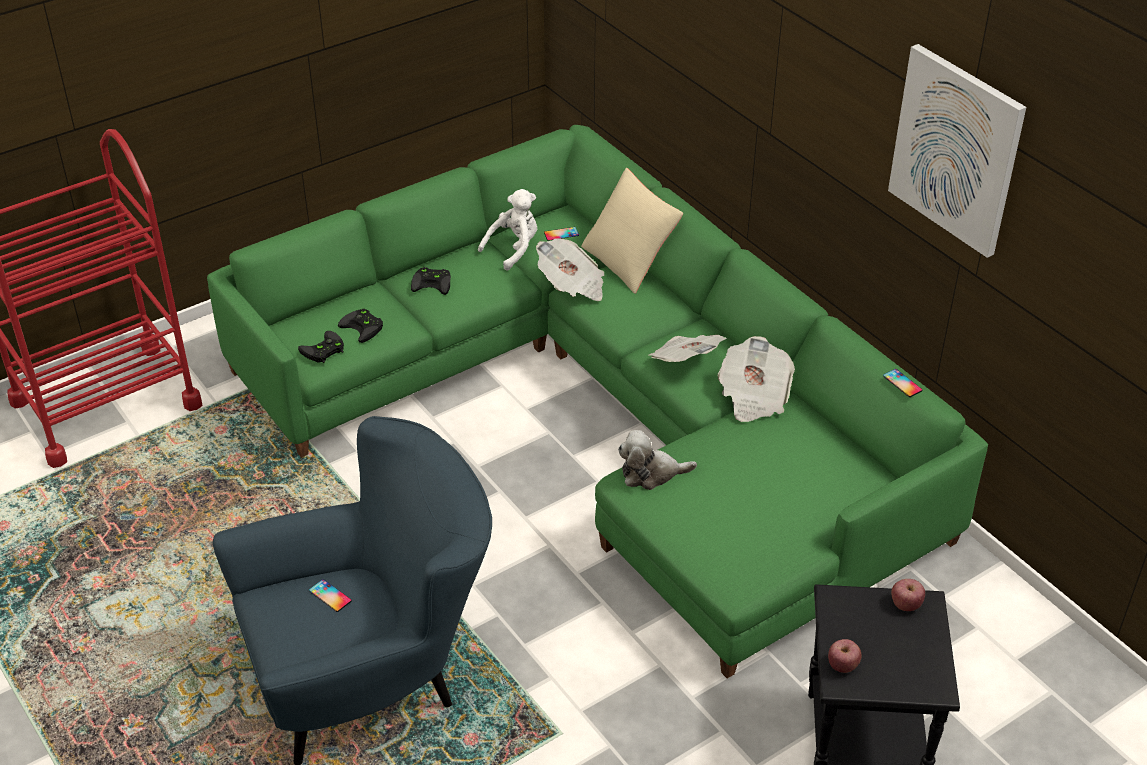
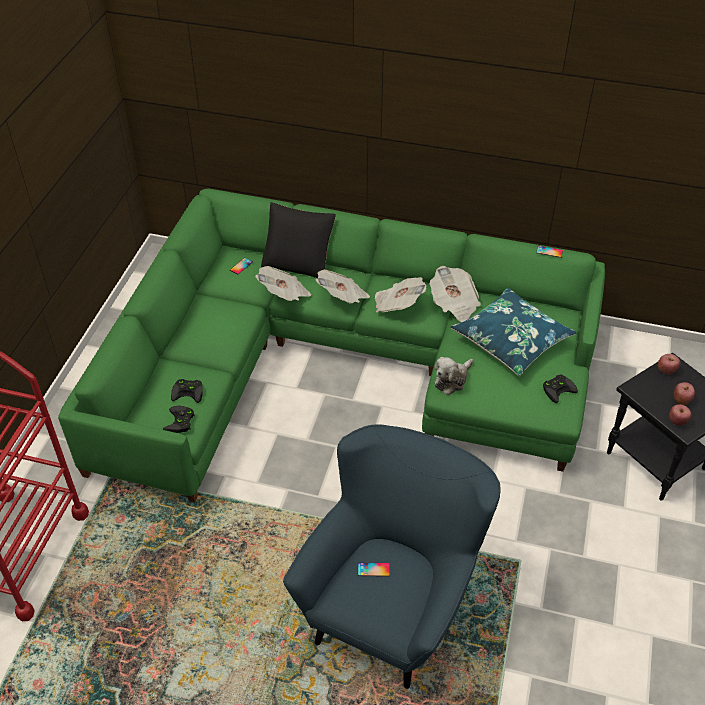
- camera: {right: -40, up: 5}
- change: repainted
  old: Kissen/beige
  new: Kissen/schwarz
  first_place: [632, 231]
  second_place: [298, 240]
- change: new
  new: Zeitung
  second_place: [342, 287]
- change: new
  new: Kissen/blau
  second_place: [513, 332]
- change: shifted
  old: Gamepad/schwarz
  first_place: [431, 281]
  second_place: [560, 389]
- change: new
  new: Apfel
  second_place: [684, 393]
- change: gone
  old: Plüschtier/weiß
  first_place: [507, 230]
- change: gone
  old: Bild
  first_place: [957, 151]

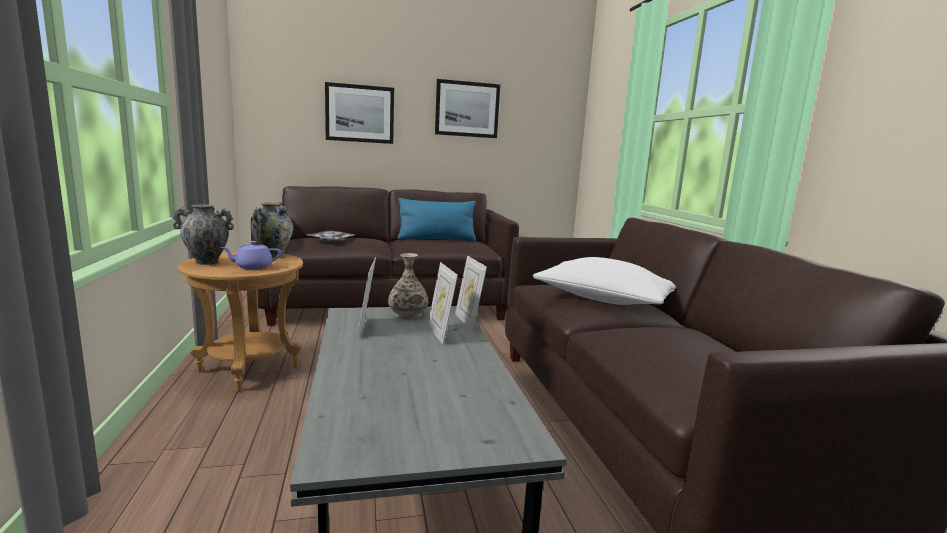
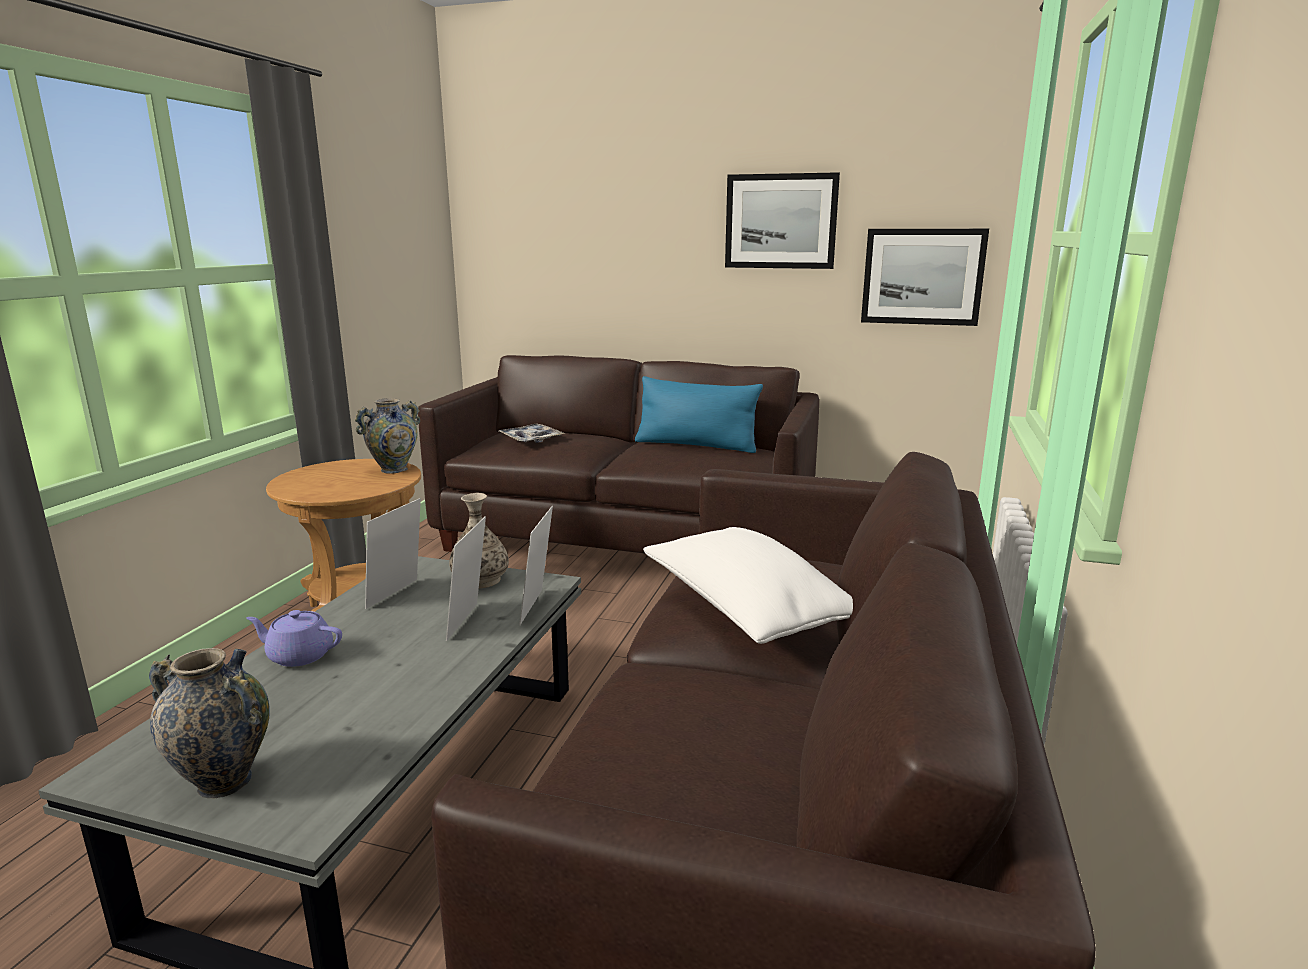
- camera: {right: 30, up: 5}
- change: shifted
  old: Vase
  first_place: [203, 234]
  second_place: [209, 723]
- change: shifted
  old: Teekanne/lila
  first_place: [251, 255]
  second_place: [294, 638]
- change: shifted
  old: Bild
  first_place: [359, 113]
  second_place: [925, 277]

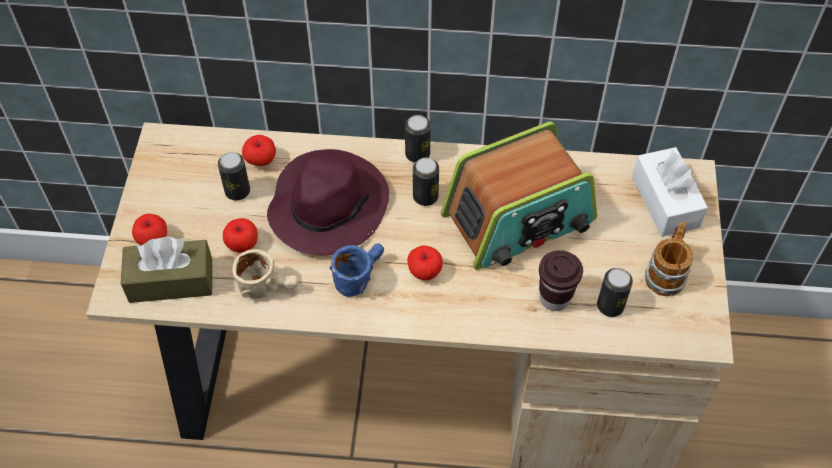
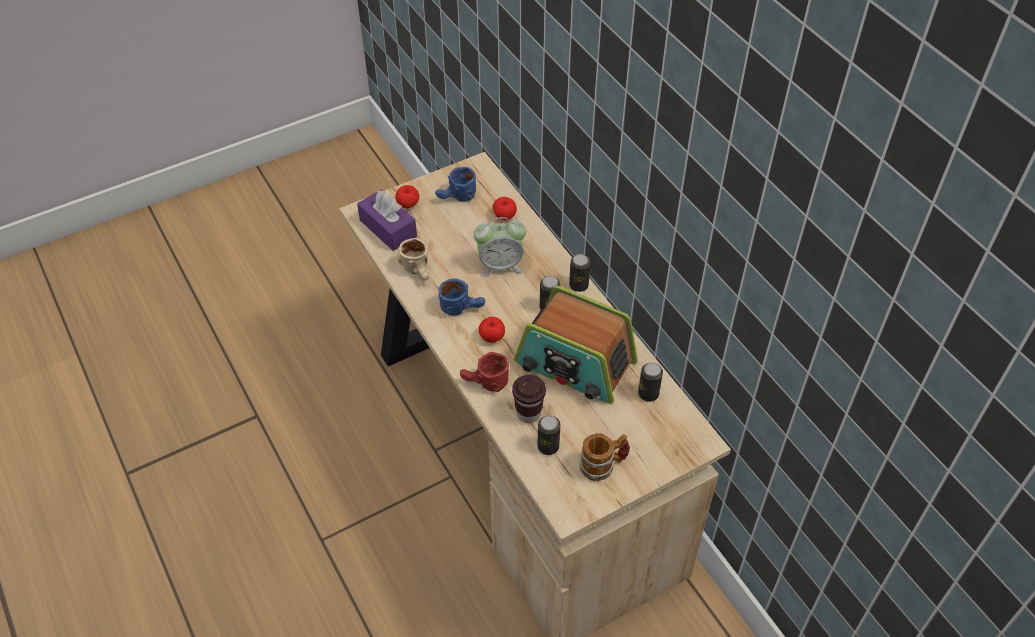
- camera: {right: 55, up: -5}
- change: repainted
  old: Taschentuchbox/braun
  new: Taschentuchbox/lila
  first_place: [166, 270]
  second_place: [387, 220]
- change: new
  new: Henkelbecher/blau
  second_place: [455, 184]
- change: new
  new: Henkelbecher/rot
  second_place: [484, 372]
- change: swapped
  old: Hut/lila
  new: Wecker
  first_place: [328, 202]
  second_place: [499, 247]
- change: shifted
  old: Dose
  first_place: [234, 176]
  second_place: [650, 382]
- change: gone
  old: Apfel
  first_place: [240, 235]
- change: gone
  old: Taschentuchbox/weiß
  first_place: [670, 192]

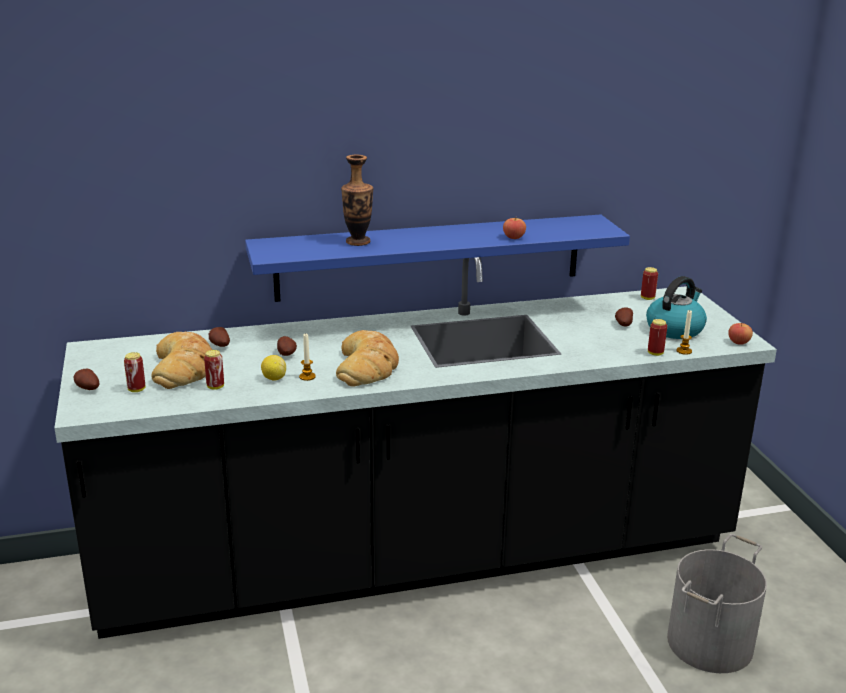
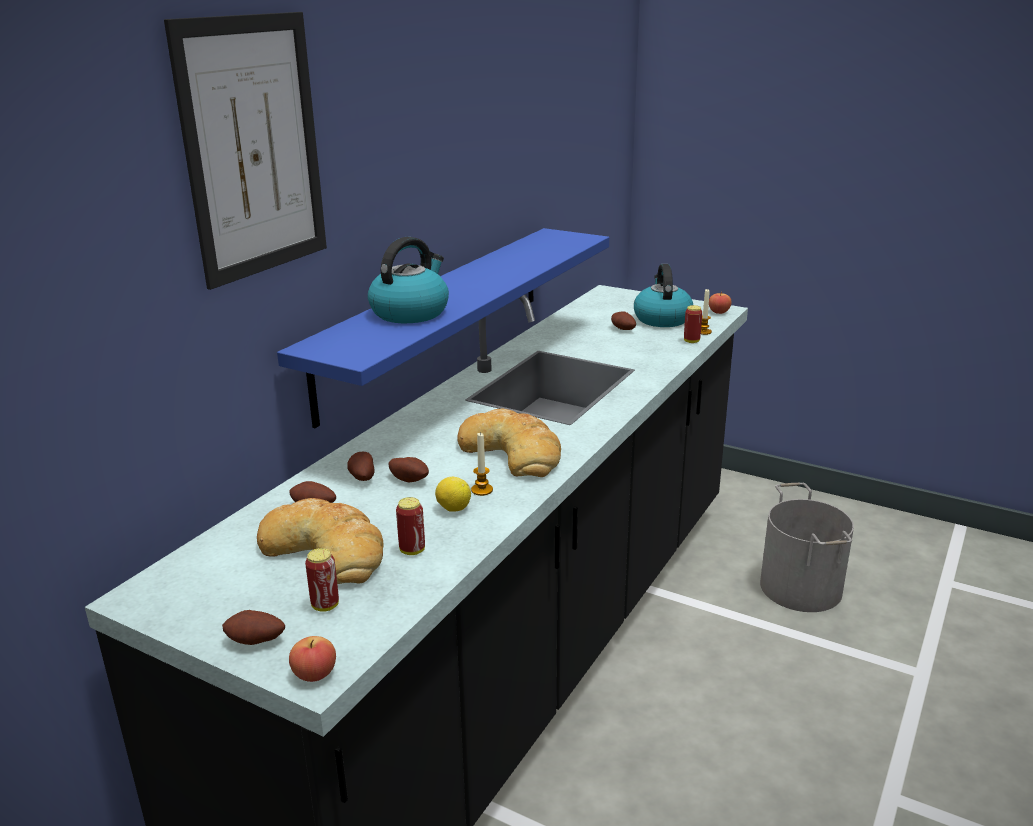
- camera: {right: -45, up: 0}
- change: new
  new: Bild
  second_place: [245, 151]
- change: shifted
  old: Apfel
  first_place: [514, 228]
  second_place: [312, 659]
- change: new
  new: Kartoffel
  second_place: [361, 466]
- change: swapped
  old: Vase
  new: Wasserkessel
  first_place: [357, 200]
  second_place: [408, 280]
- change: gone
  old: Dose
  first_place: [649, 283]

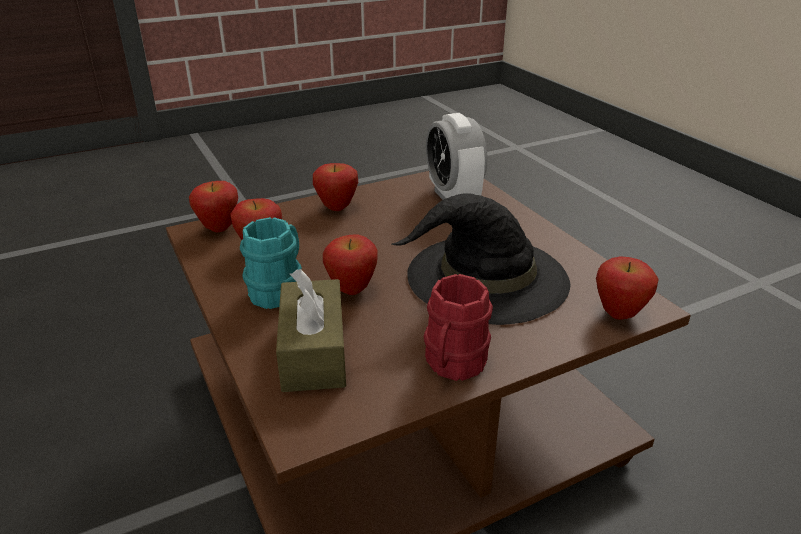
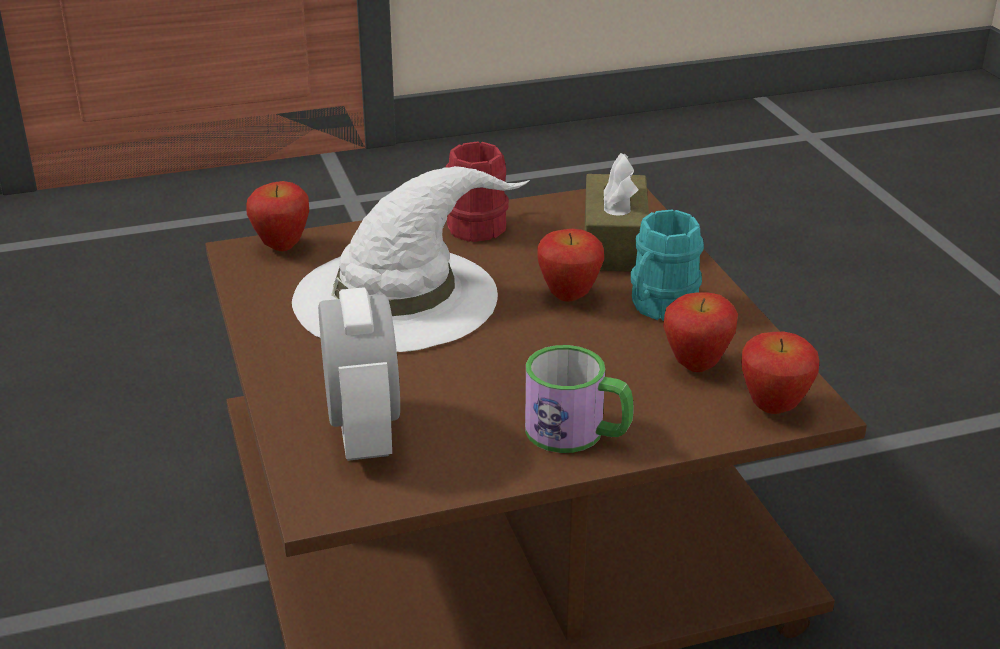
- camera: {right: -170, up: 0}
- change: repainted
  old: Hut/schwarz
  new: Hut/weiß
  first_place: [481, 259]
  second_place: [411, 259]
- change: swapped
  old: Apfel
  new: Henkelbecher
  first_place: [335, 187]
  second_place: [579, 399]

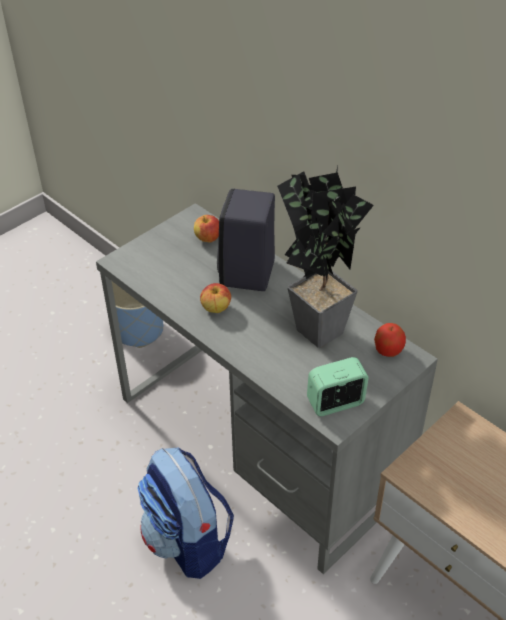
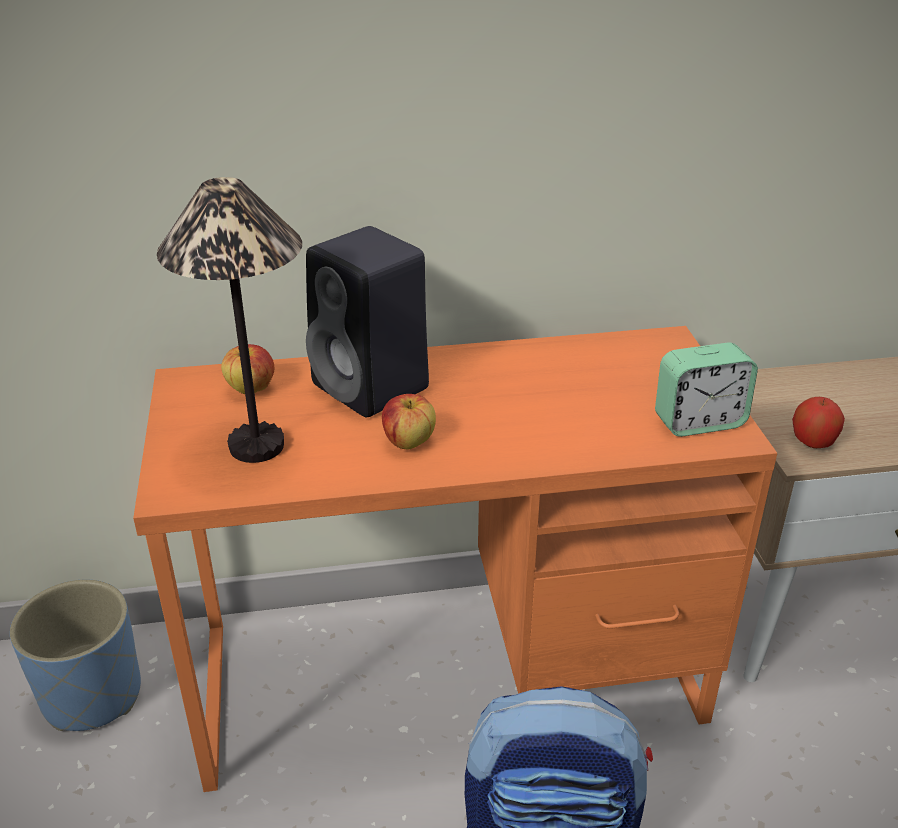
- camera: {right: -55, up: -10}
- change: repainted
  old: Schreibtisch/grau
  new: Schreibtisch/orange
  first_place: [267, 388]
  second_place: [455, 559]
- change: new
  new: Tischlampe
  second_place: [229, 320]
- change: rotated
  old: Wecker
  first_place: [338, 386]
  second_place: [706, 389]
  degrees: -120
- change: shifted
  old: Apfel
  first_place: [390, 340]
  second_place: [818, 422]
- change: gone
  old: Topfpflanze
  first_place: [325, 257]

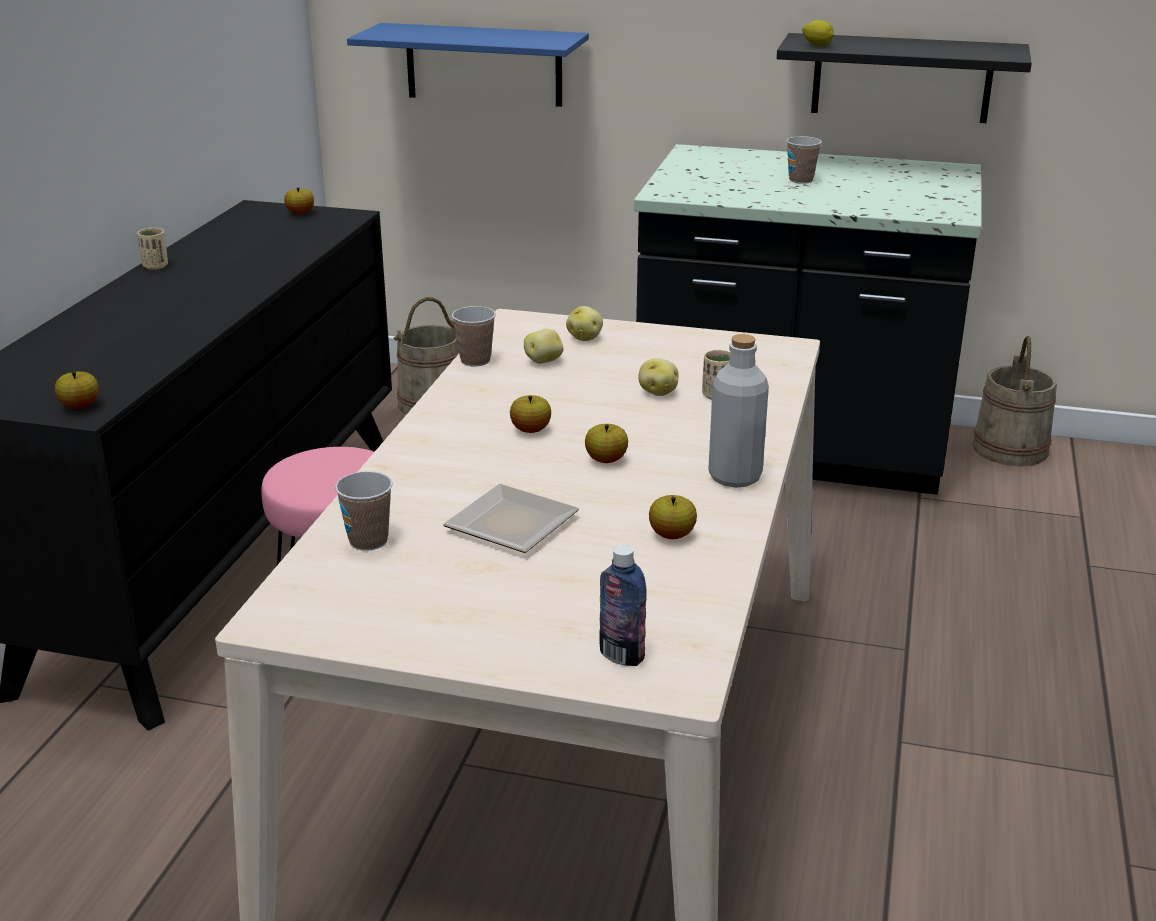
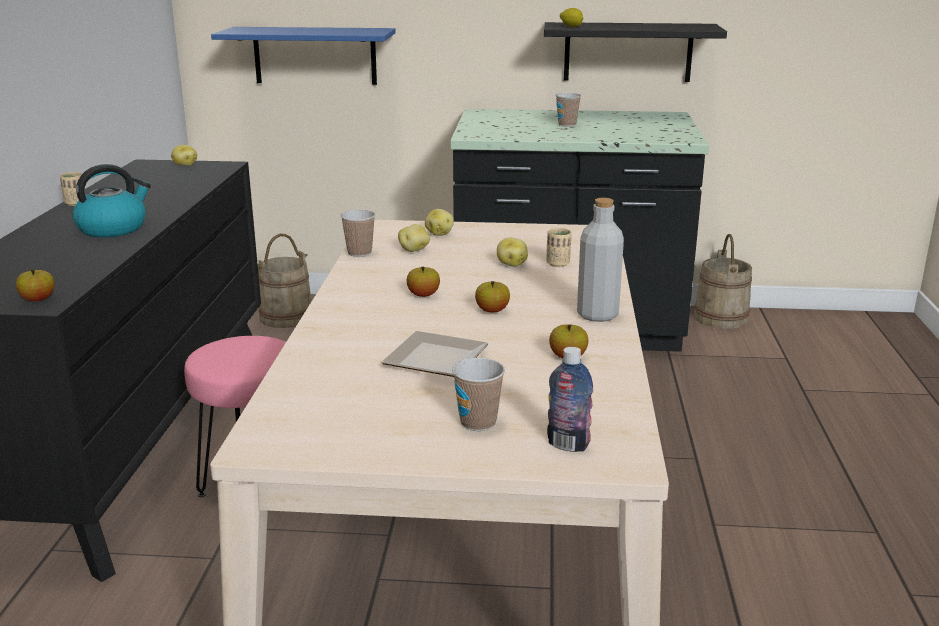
- camera: {right: -10, up: -5}
- change: new
  new: Wasserkessel
  second_place: [111, 200]
- change: swapped
  old: Apfel
  new: Kartoffel
  first_place: [299, 201]
  second_place: [184, 155]
- change: shifted
  old: Tasse
  first_place: [364, 511]
  second_place: [478, 394]

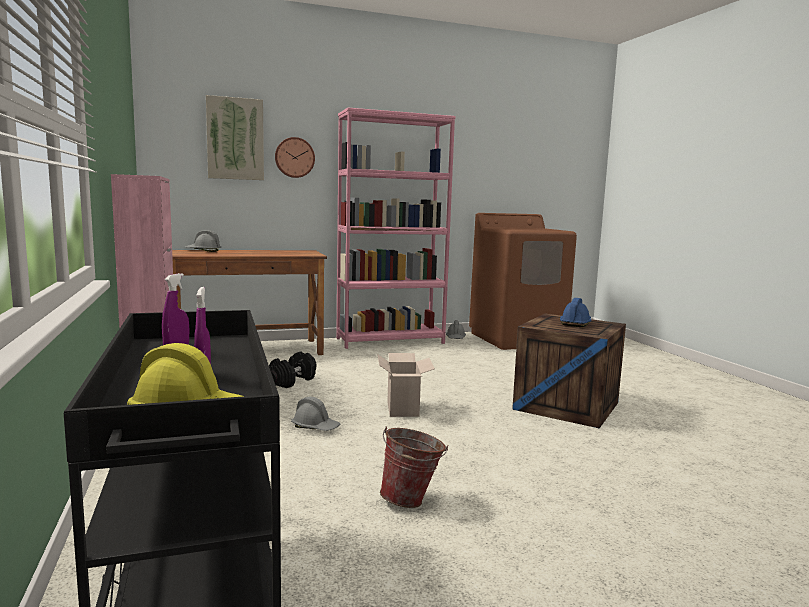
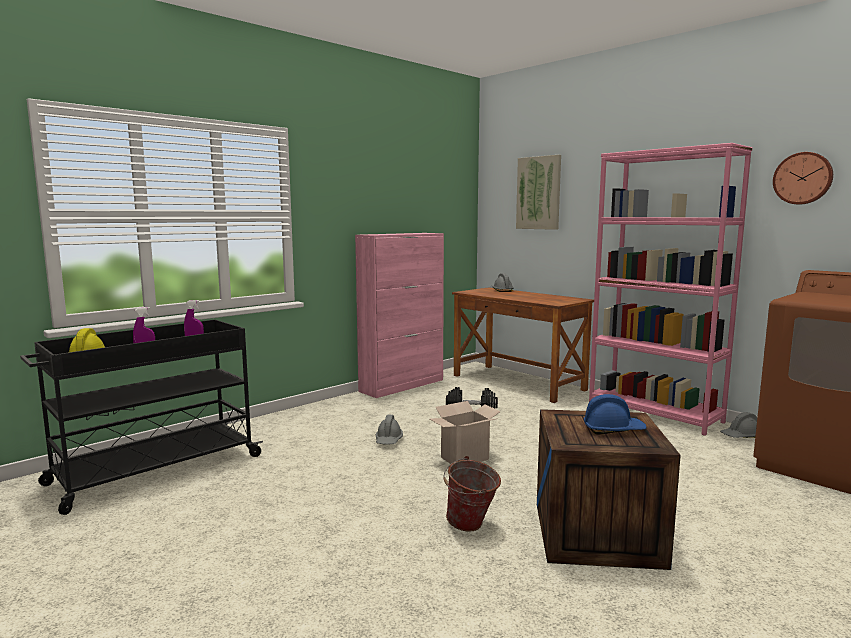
- camera: {right: 65, up: 0}
- change: shifted
  old: Eimer
  first_place: [414, 467]
  second_place: [472, 494]
- change: shifted
  old: Wanduhr
  first_place: [295, 157]
  second_place: [803, 178]

